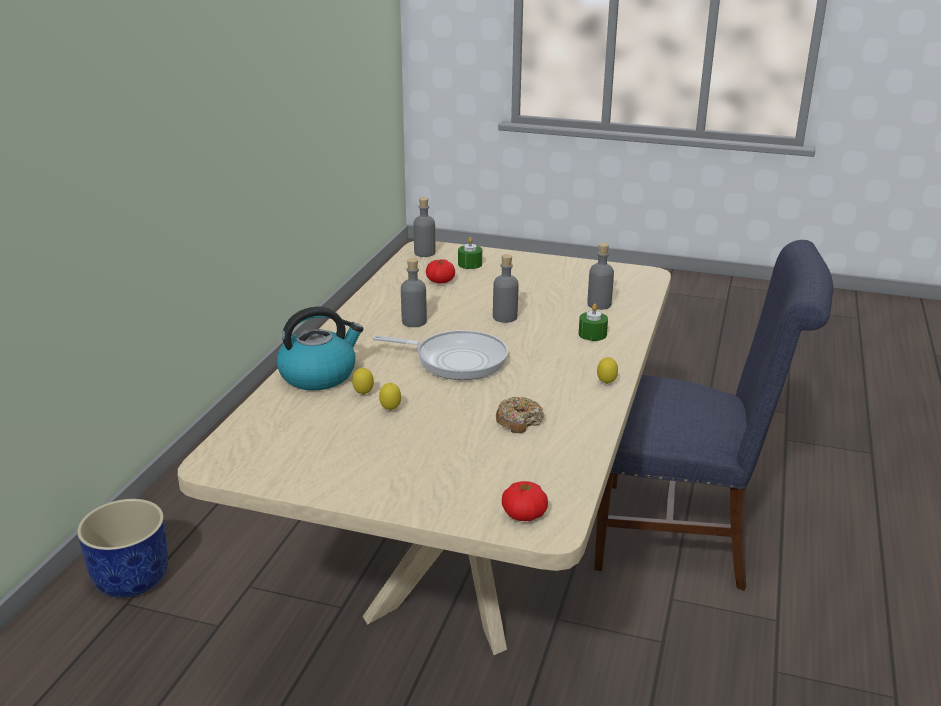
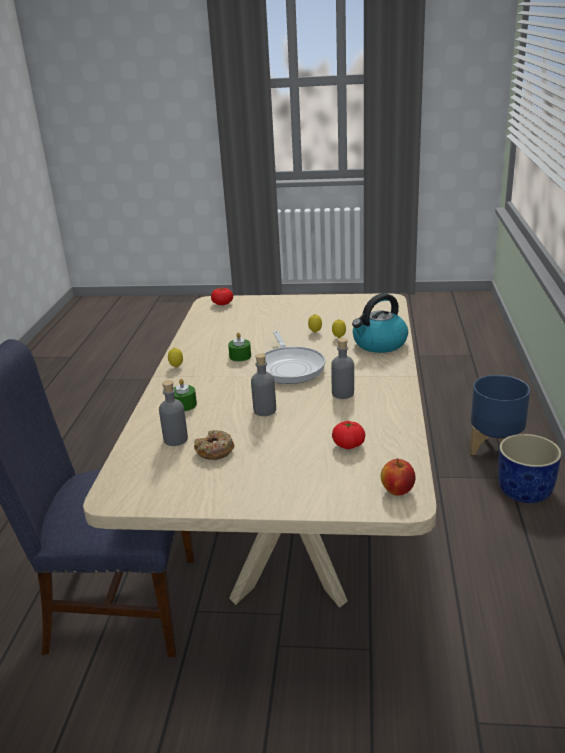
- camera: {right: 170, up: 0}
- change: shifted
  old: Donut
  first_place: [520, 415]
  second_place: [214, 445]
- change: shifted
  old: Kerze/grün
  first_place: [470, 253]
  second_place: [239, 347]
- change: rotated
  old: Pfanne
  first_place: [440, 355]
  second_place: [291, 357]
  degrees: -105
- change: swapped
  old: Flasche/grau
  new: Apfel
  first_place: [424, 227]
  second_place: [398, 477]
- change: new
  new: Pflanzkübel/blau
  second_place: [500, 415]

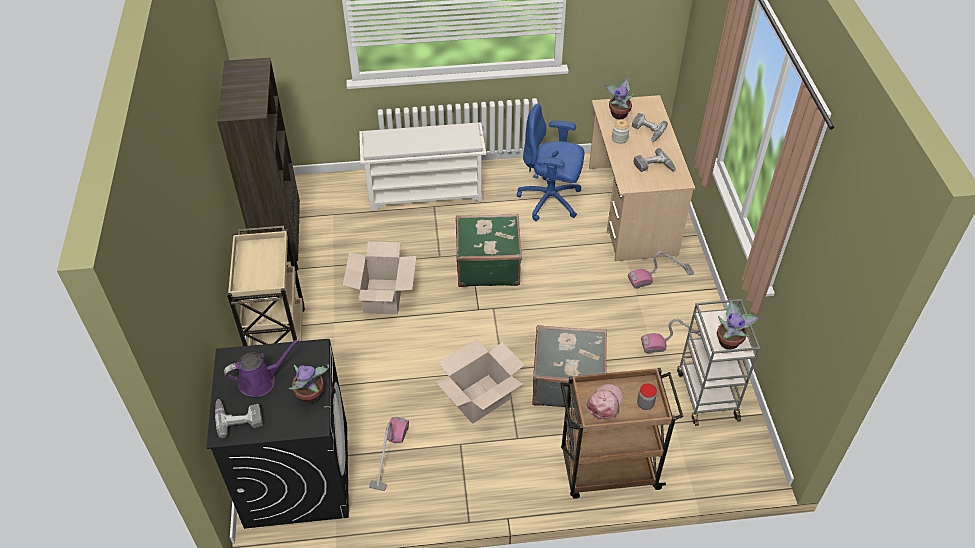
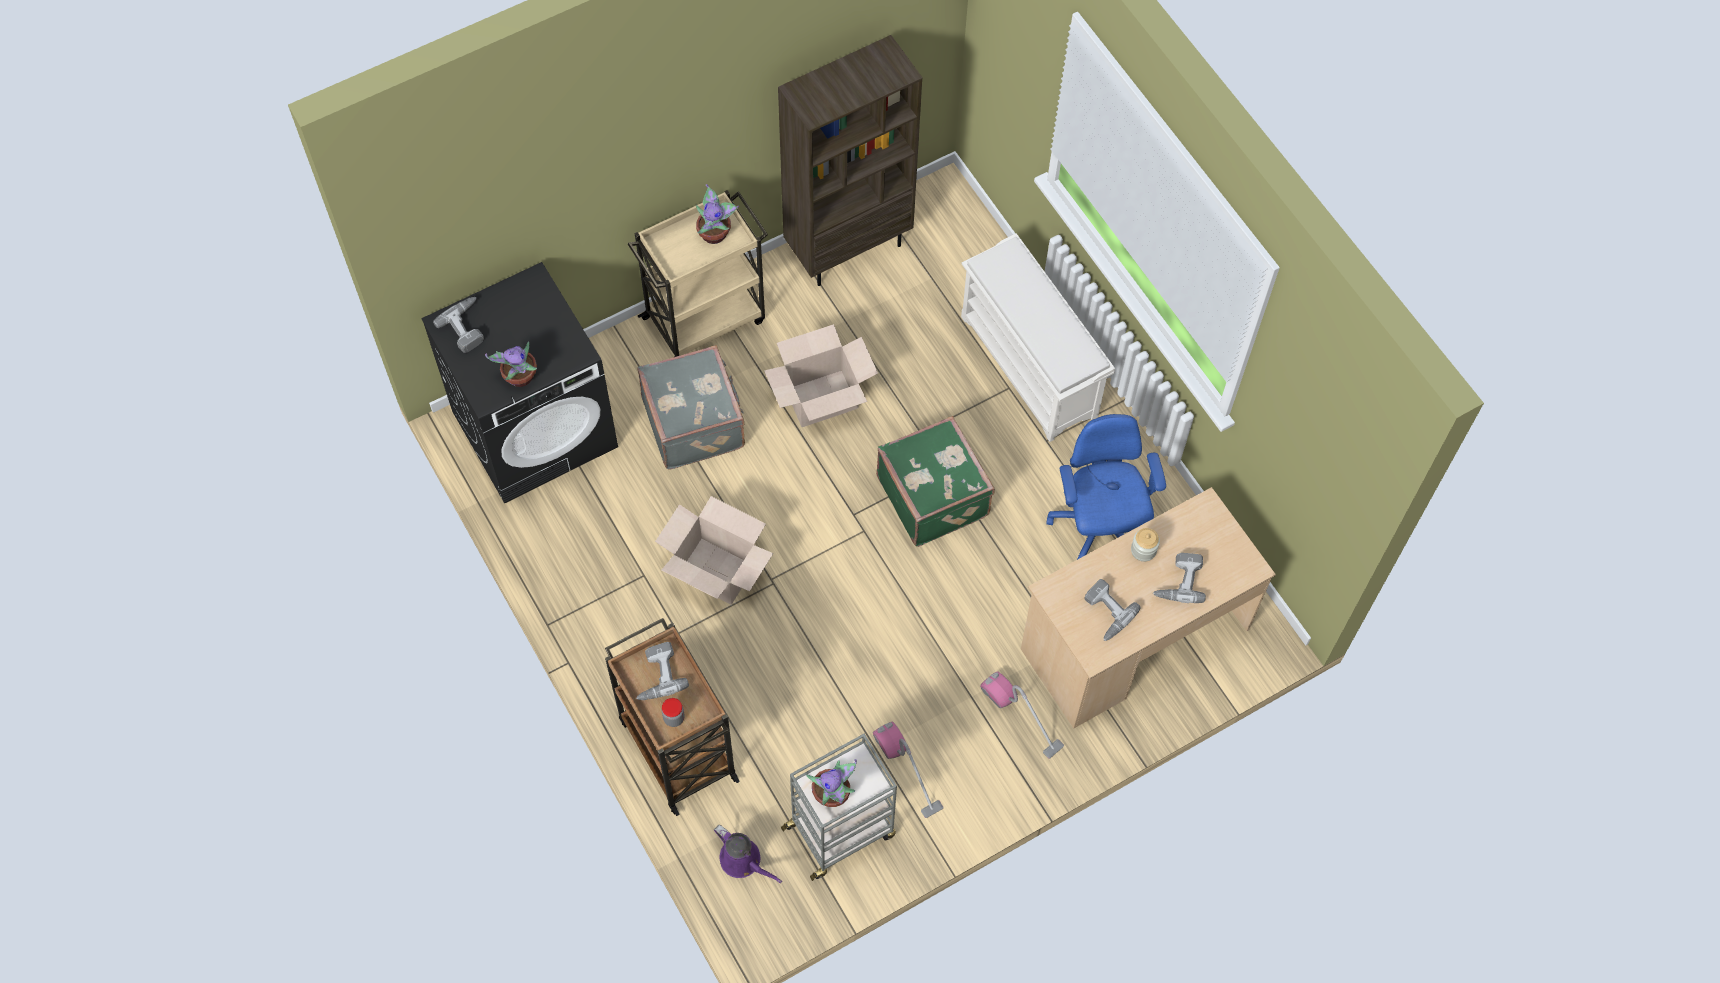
- camera: {right: 65, up: 15}
- change: swapped
  old: Kappe/rosa
  new: Bohrmaschine
  first_place: [605, 402]
  second_place: [662, 671]
- change: shifted
  old: Koffer/grau
  first_place: [569, 366]
  second_place: [691, 407]
- change: shifted
  old: Topfpflanze
  first_place: [619, 97]
  second_place: [717, 214]
- change: shifted
  old: Gießkanne/lila
  first_place: [262, 368]
  second_place: [748, 854]
- change: gone
  old: Staubsauger
  first_place: [389, 454]

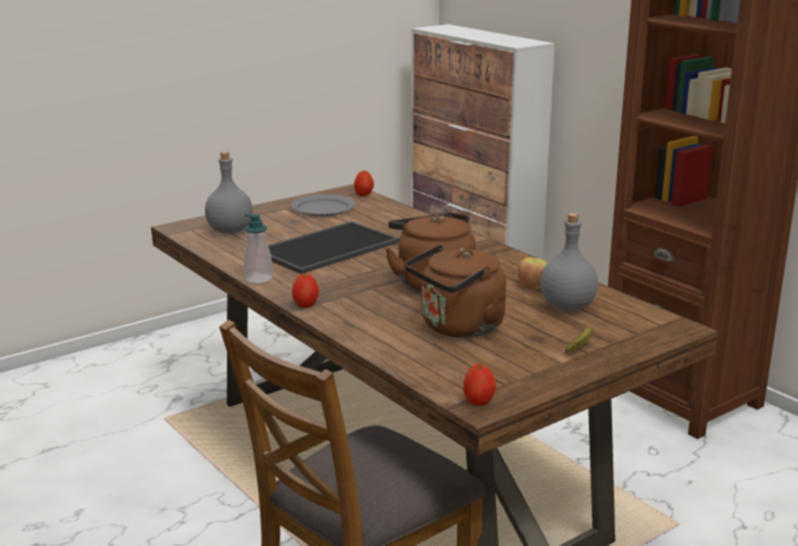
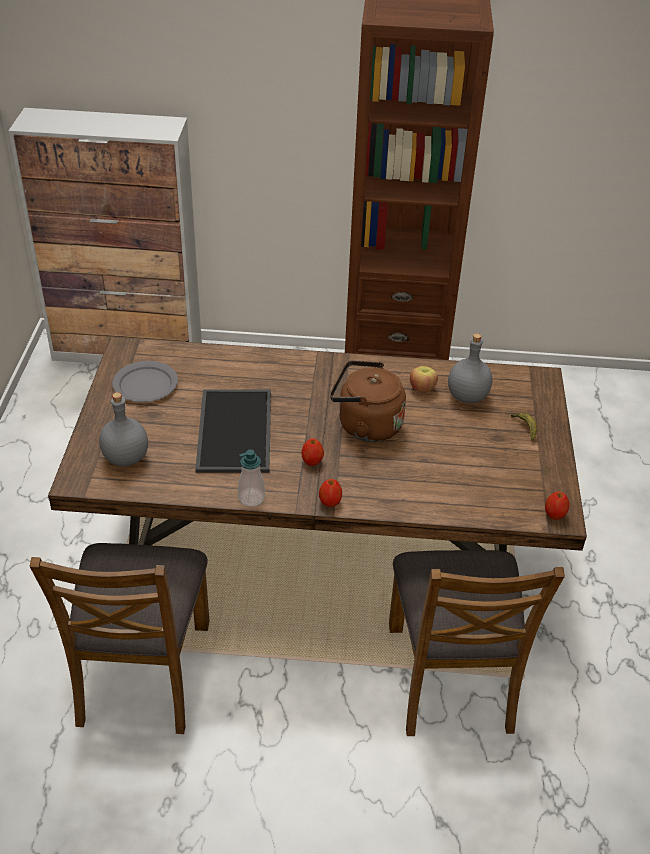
- camera: {right: -50, up: 20}
- change: new
  new: Stuhl/braun
  second_place: [119, 638]
- change: shifted
  old: Apfel
  first_place: [364, 183]
  second_place: [312, 452]
- change: gone
  old: Wasserkessel/braun
  first_place: [455, 291]

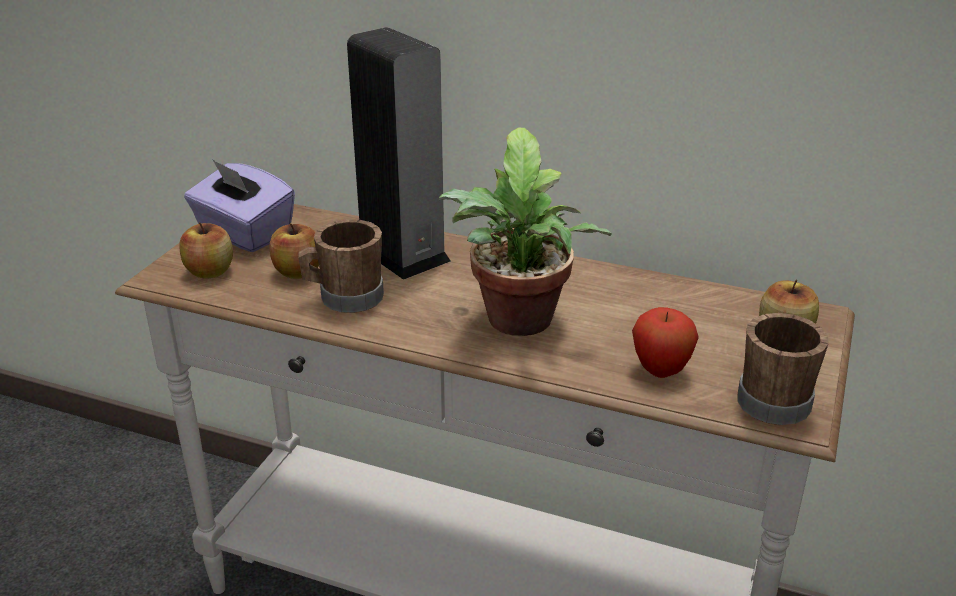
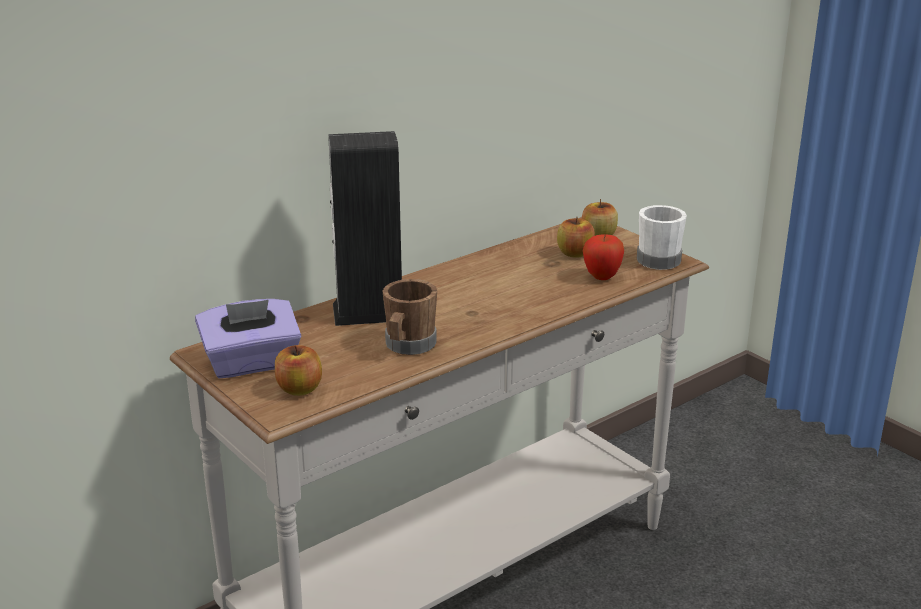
- camera: {right: -60, up: -5}
- change: shifted
  old: Apfel
  first_place: [294, 251]
  second_place: [576, 237]
- change: repainted
  old: Henkelbecher/braun
  new: Henkelbecher/weiß
  first_place: [783, 369]
  second_place: [662, 237]
- change: gone
  old: Topfpflanze
  first_place: [525, 232]

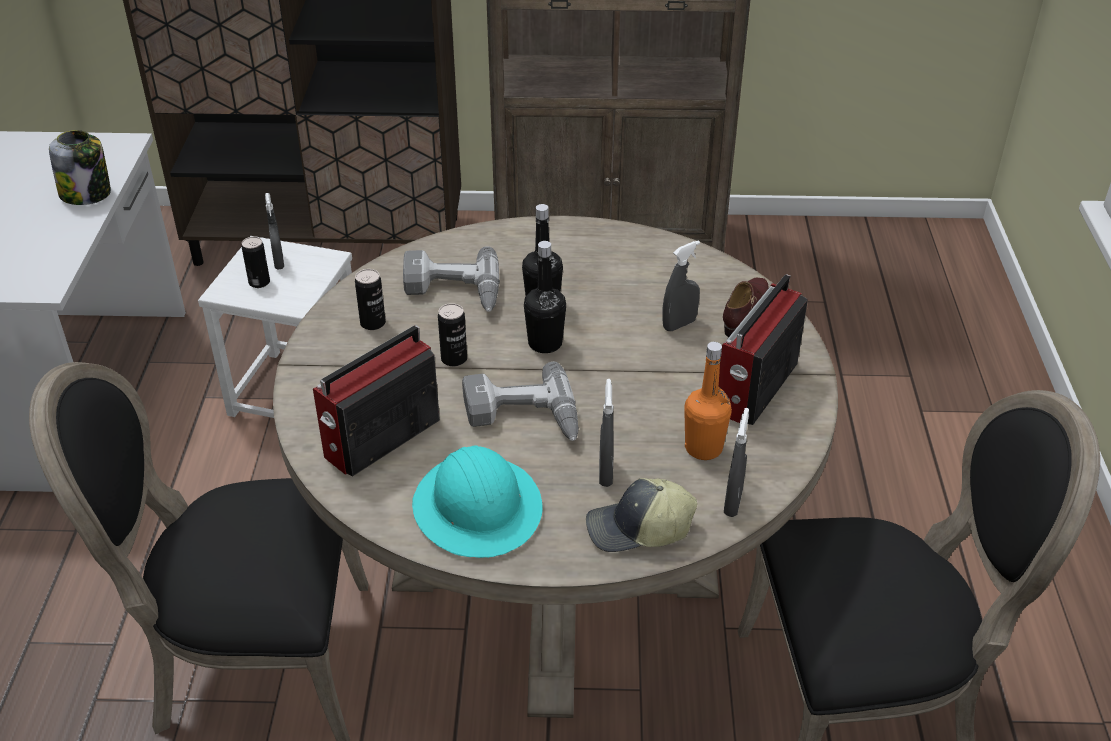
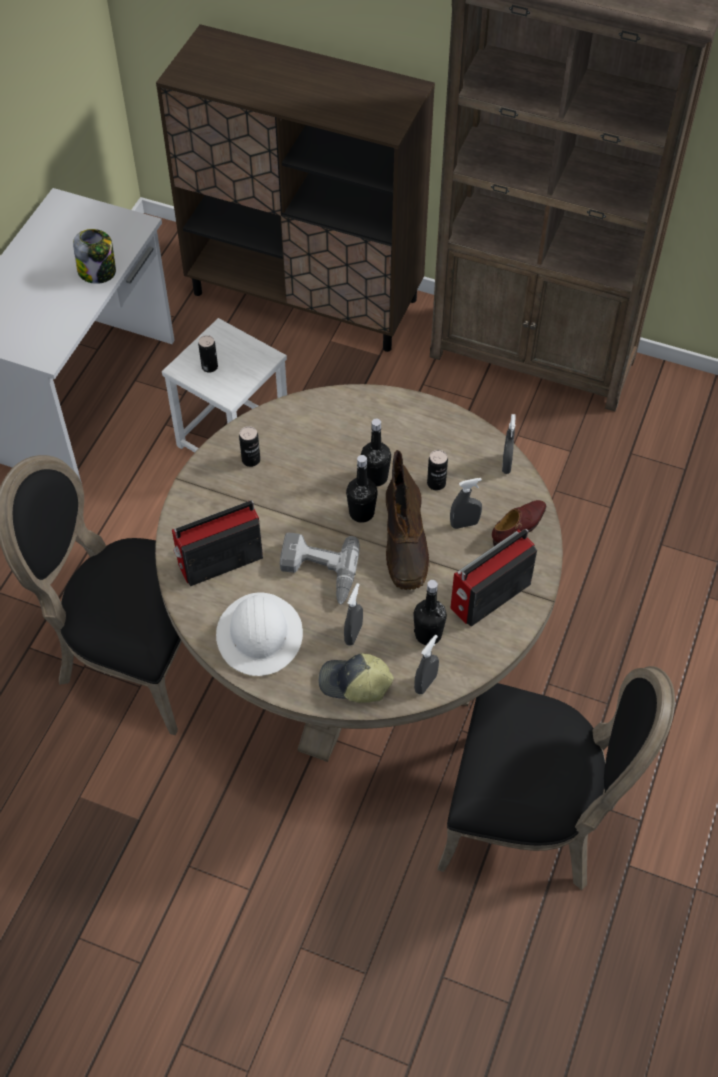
- camera: {right: 20, up: 15}
- change: repainted
  old: Schutzhelm/türkis
  new: Schutzhelm/weiß
  first_place: [477, 502]
  second_place: [259, 634]
- change: new
  new: Stiefel/braun
  second_place: [408, 520]
- change: repainted
  old: Flasche/orange
  new: Flasche/schwarz
  first_place: [708, 401]
  second_place: [430, 612]
- change: shifted
  old: Dose
  first_place: [452, 334]
  second_place: [437, 470]
- change: shifted
  old: Sprühflasche/grau
  first_place: [274, 231]
  second_place: [508, 444]
- change: gone
  old: Bohrmaschine
  first_place: [451, 279]

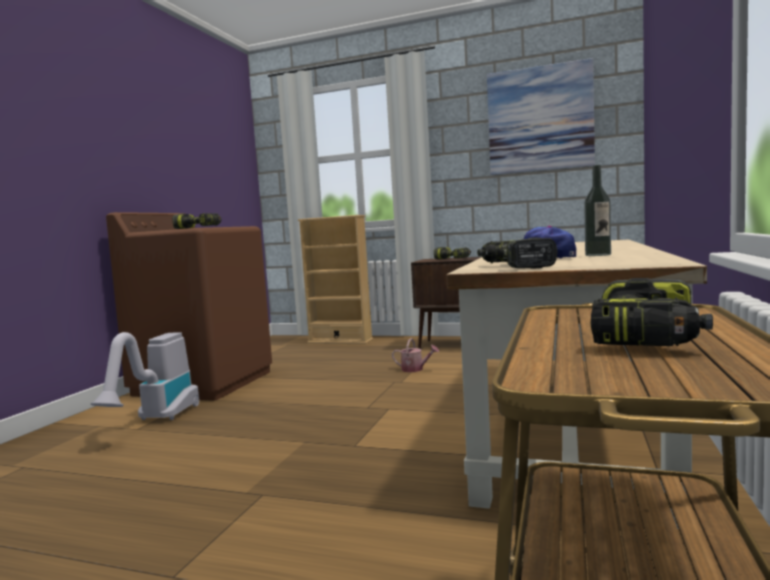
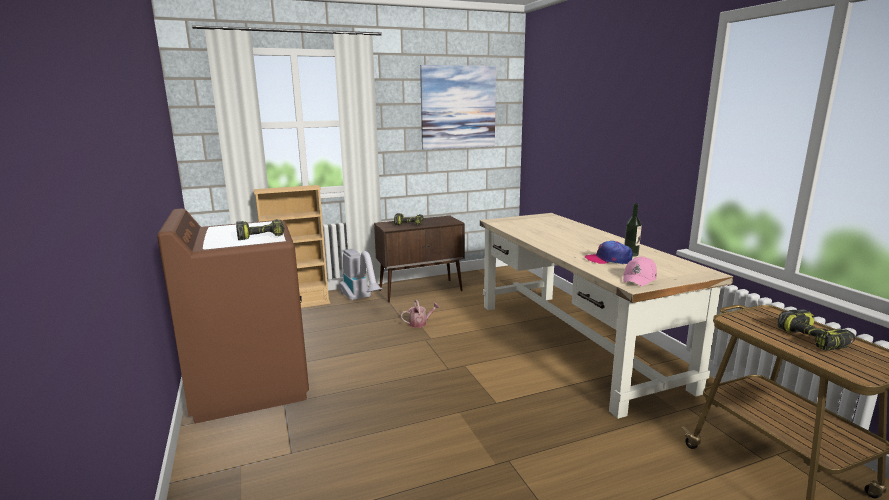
- camera: {right: -40, up: 10}
- change: shifted
  old: Staubsauger
  first_place: [145, 376]
  second_place: [361, 275]
- change: swapped
  old: Bohrmaschine
  new: Kappe/rosa
  first_place: [517, 253]
  second_place: [640, 271]

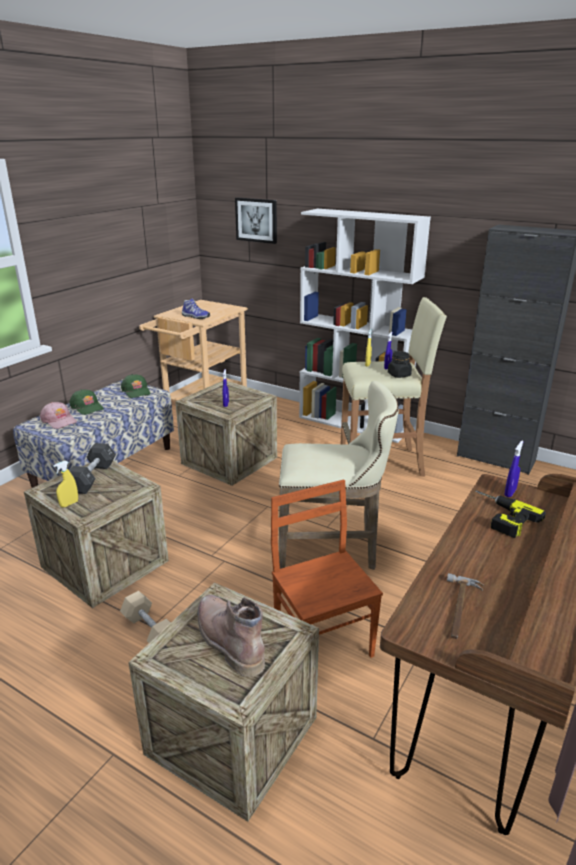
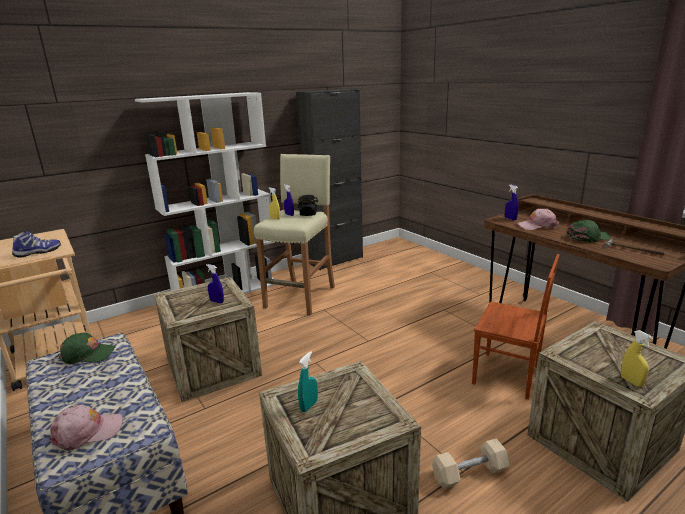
- camera: {right: -65, up: -5}
- change: swapped
  old: Hantel/schwarz
  new: Sprühflasche/türkis
  first_place: [92, 468]
  second_place: [308, 381]
- change: rotated
  old: Stuhl/braun
  first_place: [327, 569]
  second_place: [515, 327]
  degrees: -150
- change: swapped
  old: Bohrmaschine
  new: Kappe/rosa
  first_place: [510, 514]
  second_place: [538, 219]
- change: shifted
  old: Kappe/grün
  first_place: [86, 402]
  second_place: [588, 231]
- change: shifted
  old: Sprühflasche/gelb
  first_place: [65, 484]
  second_place: [637, 358]
- change: gone
  old: Stiefel/braun
  first_place: [231, 636]
- change: gone
  old: Bild
  first_place: [256, 221]
- change: gone
  old: Hocker/beige
  first_place: [339, 475]

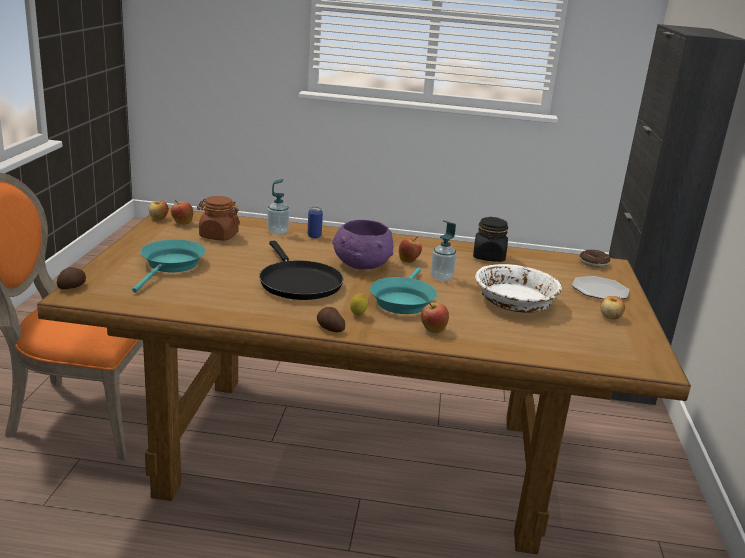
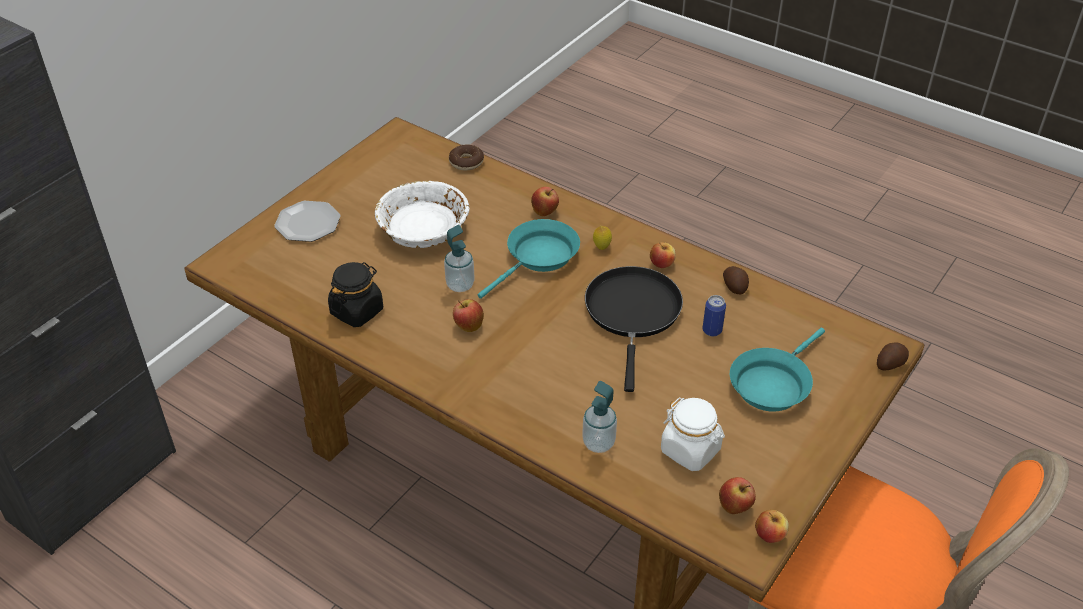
- camera: {right: -150, up: 20}
- change: shifted
  old: Donut
  first_place: [594, 259]
  second_place: [466, 157]
- change: shifted
  old: Apfel
  first_place: [612, 307]
  second_place: [663, 255]
- change: repainted
  old: Vorratsglas/braun
  new: Vorratsglas/weiß
  first_place: [218, 218]
  second_place: [693, 434]
- change: shifted
  old: Dose
  first_place: [315, 222]
  second_place: [714, 315]
- change: shifted
  old: Kartoffel
  first_place: [331, 319]
  second_place: [736, 280]
- change: gone
  old: Schüssel/lila
  first_place: [363, 245]

